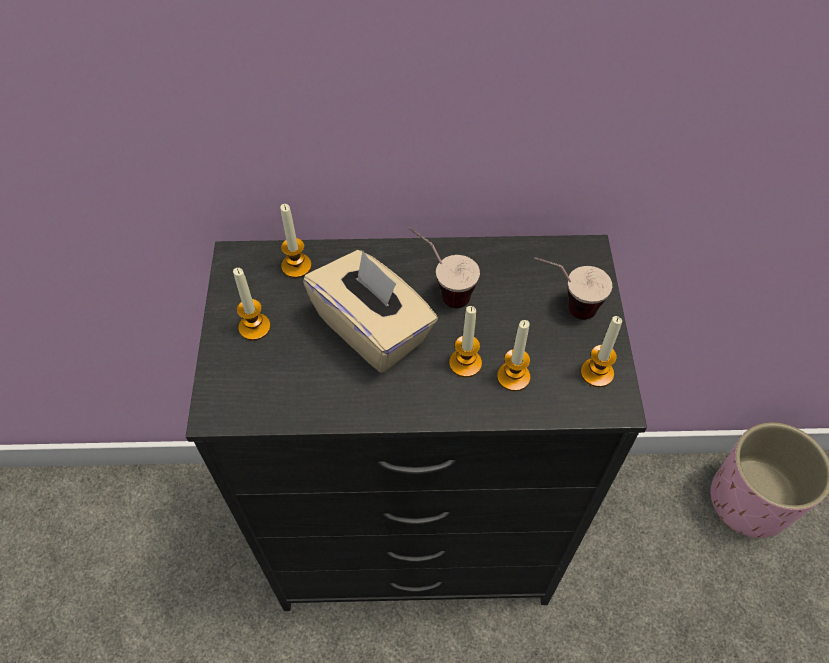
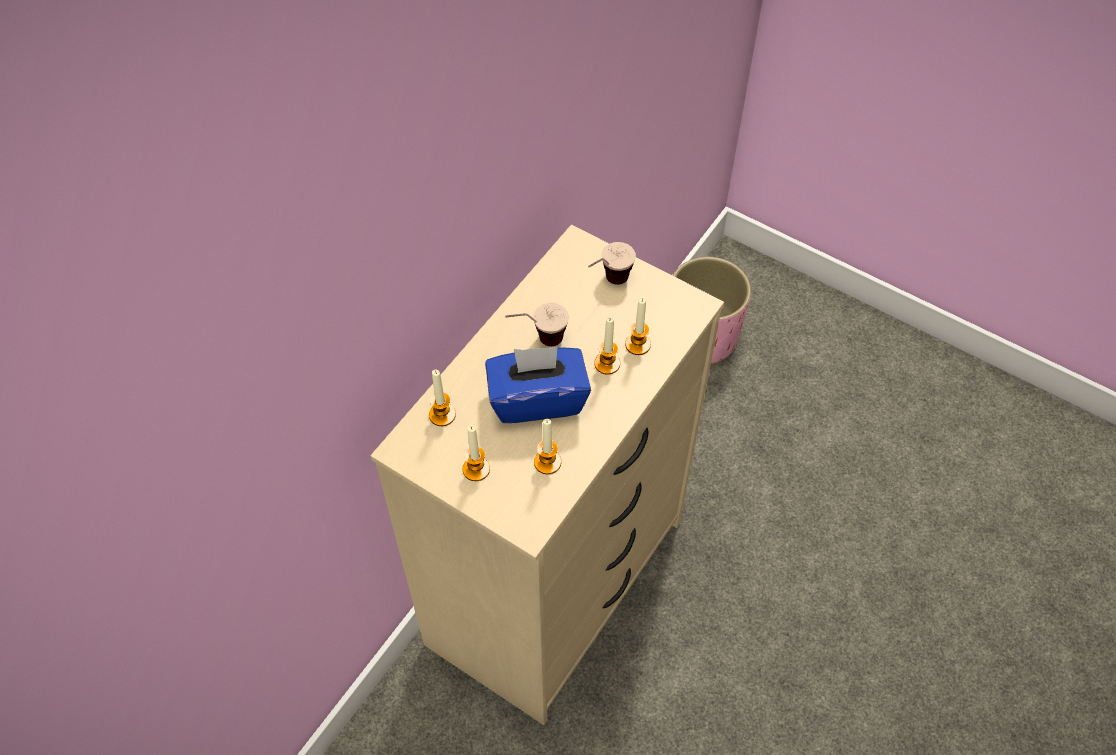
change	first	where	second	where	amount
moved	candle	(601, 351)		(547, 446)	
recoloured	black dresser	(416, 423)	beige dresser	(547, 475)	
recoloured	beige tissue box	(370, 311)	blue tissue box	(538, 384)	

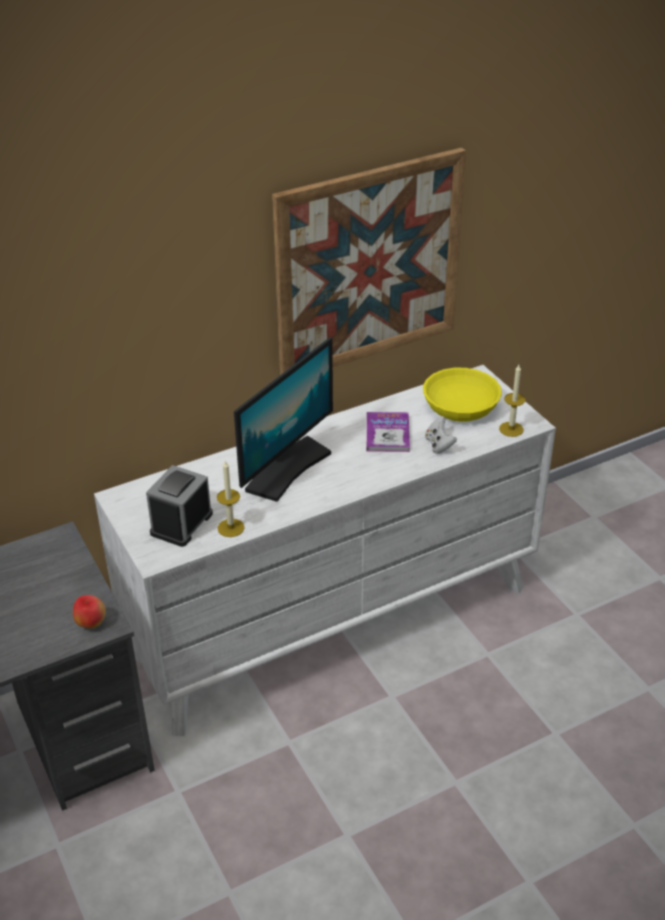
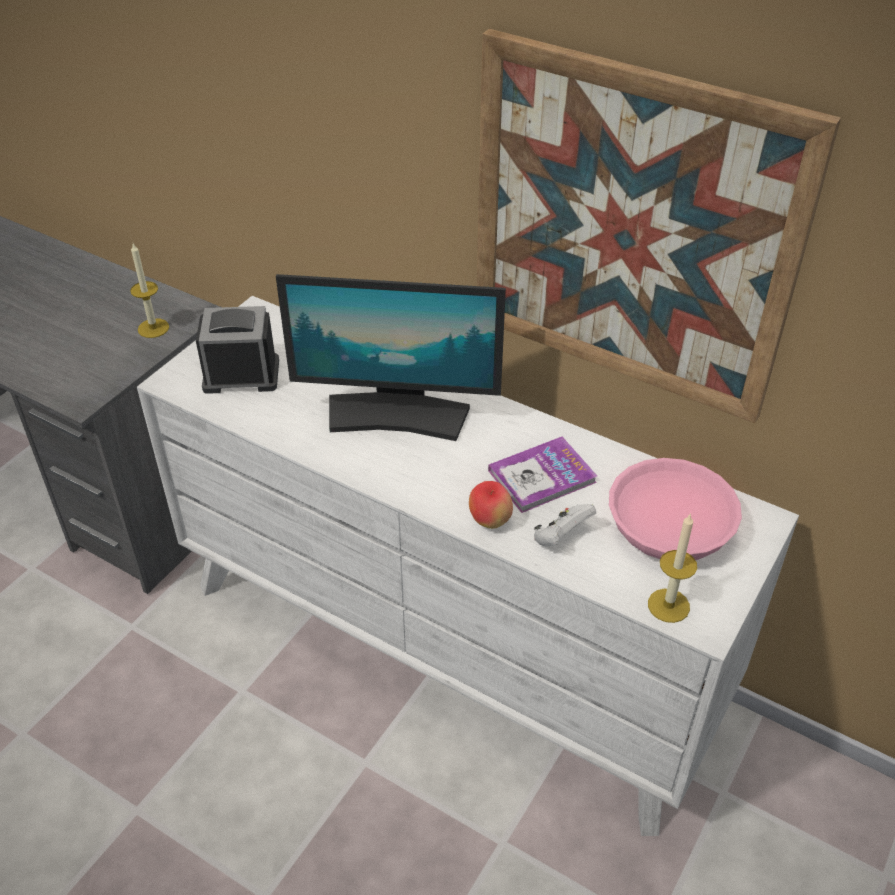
change	first	where	second	where	amount
moved	apple	(89, 611)		(491, 505)	
moved	candle	(231, 498)		(149, 291)	
recoloured	yellow bowl	(462, 395)	pink bowl	(675, 509)	

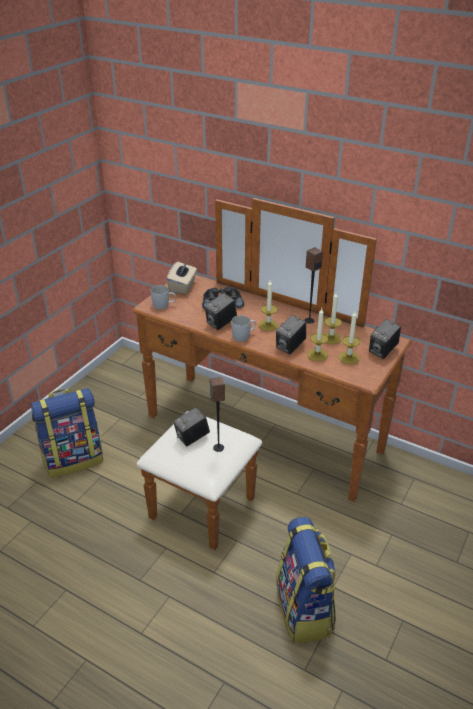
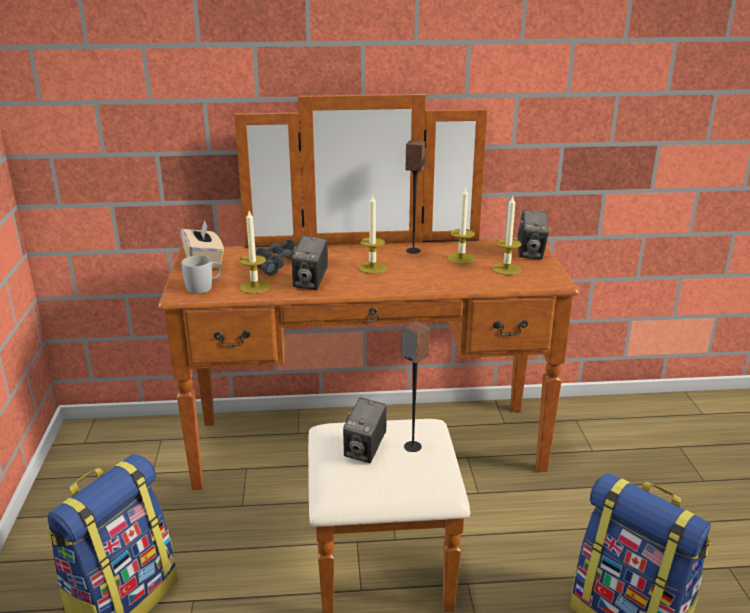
change	first	where	second	where	amount
removed	white mug	(243, 328)			
removed	photo camera	(291, 334)			
moved	candle	(317, 334)		(255, 252)	

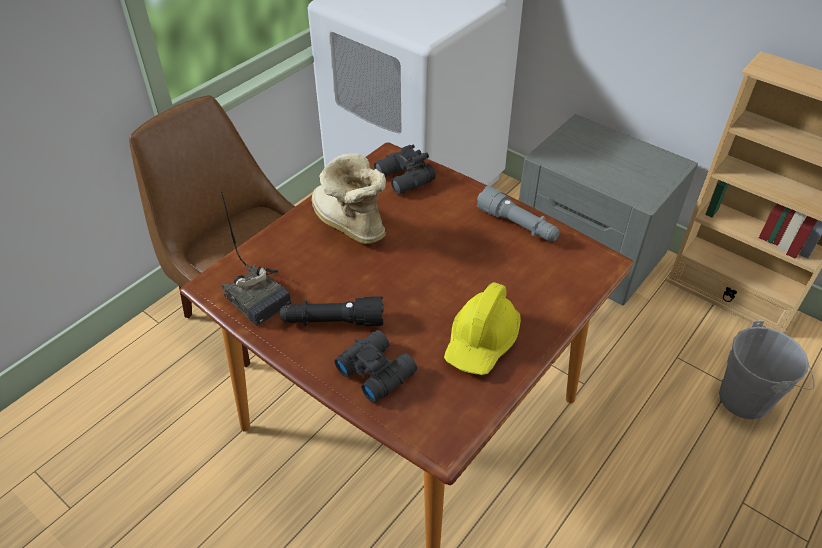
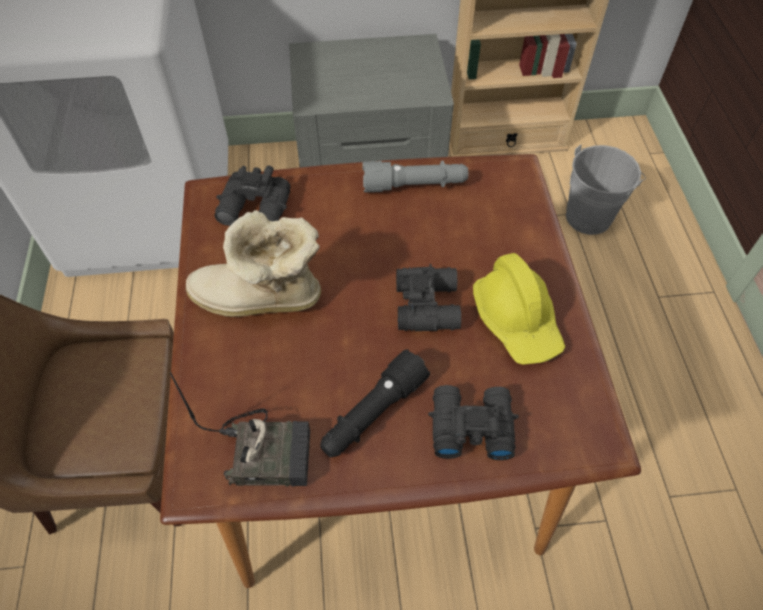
change	first	where	second	where	amount
added			black binoculars	(428, 297)	

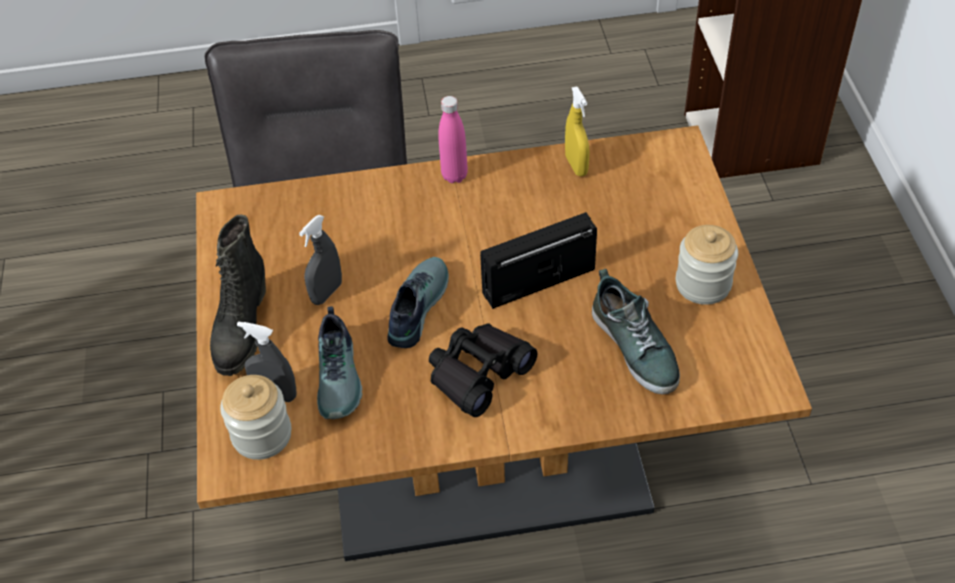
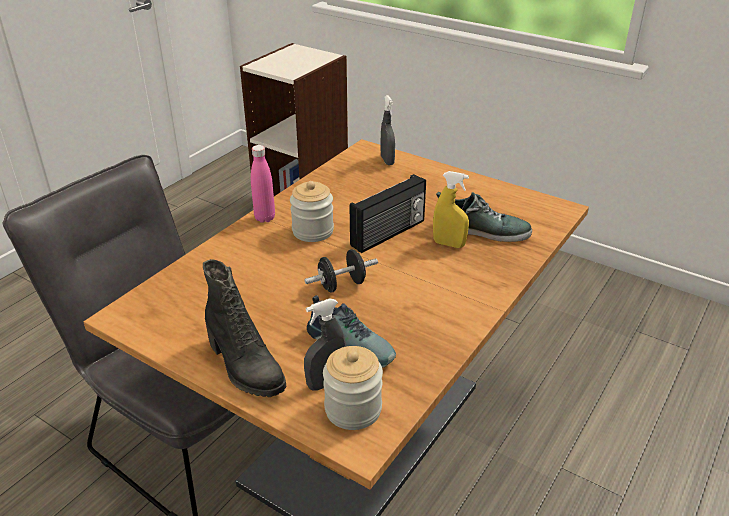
change	first	where	second	where	amount
removed	black binoculars	(483, 370)			
moved	grey spray bottle	(320, 260)		(388, 130)	
moved	yellow spray bottle	(577, 131)		(451, 209)	
moved	jar	(707, 265)		(312, 211)	
replaced	shoe	(418, 302)	black dumbbell	(341, 270)	
turned	radio	(538, 260)		(388, 213)	150 degrees counterclockwise

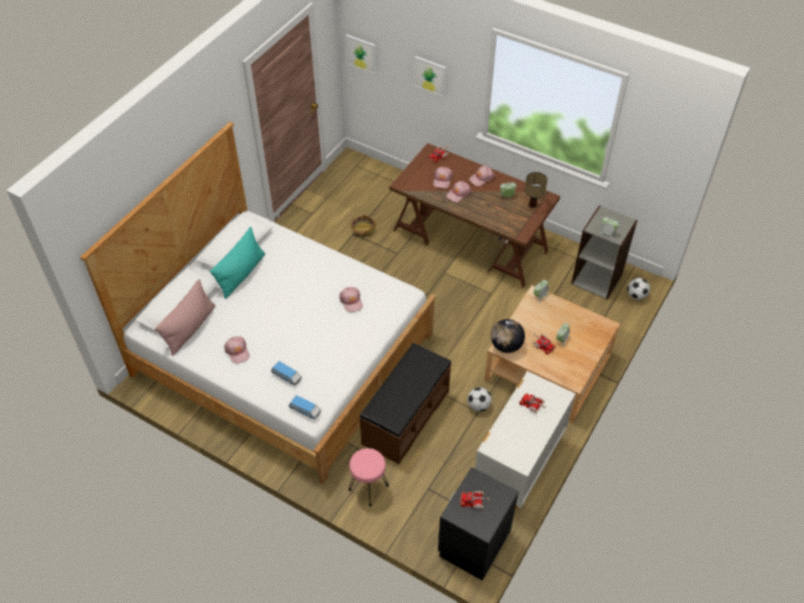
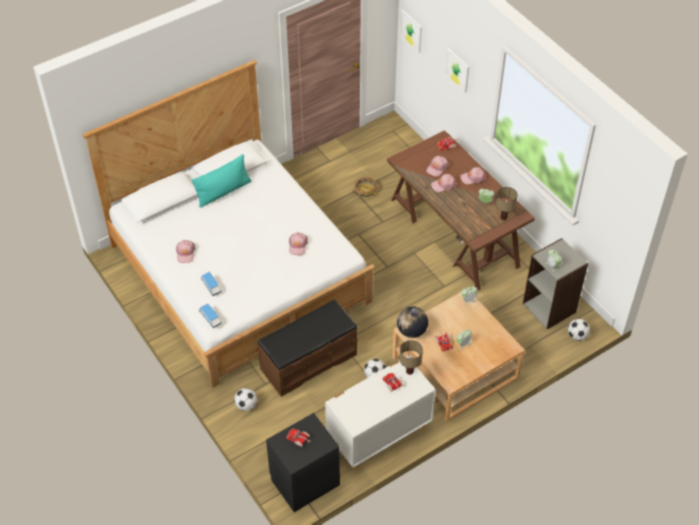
change	first	where	second	where	amount
removed	pink pillow	(185, 317)			
added			table lamp	(411, 357)	
replaced	pink stool	(368, 477)	football	(245, 399)	

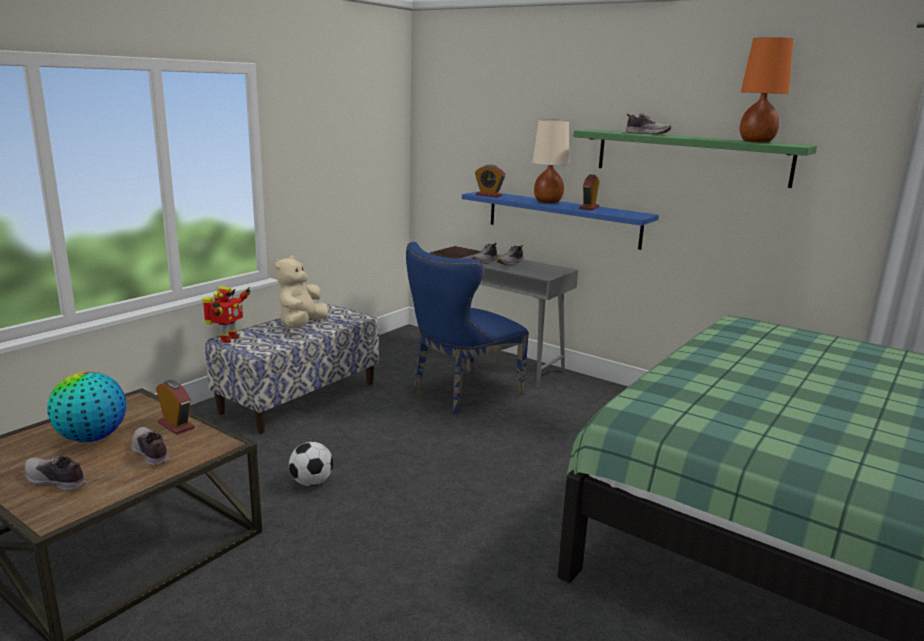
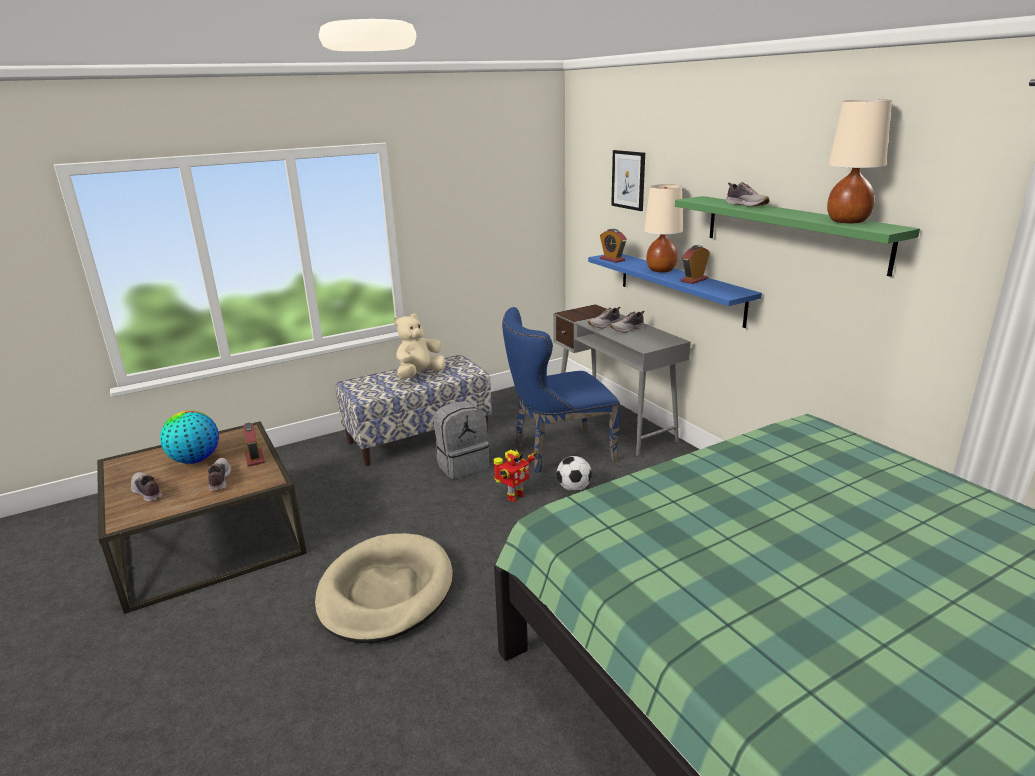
change	first	where	second	where	amount
added			beige dog bed	(384, 588)	
added			grey backpack	(461, 440)	
added			picture	(628, 180)	
moved	toy robot	(226, 314)		(516, 475)	
moved	football	(311, 464)		(574, 473)	
recoloured	orange table lamp	(766, 89)	beige table lamp	(859, 161)	

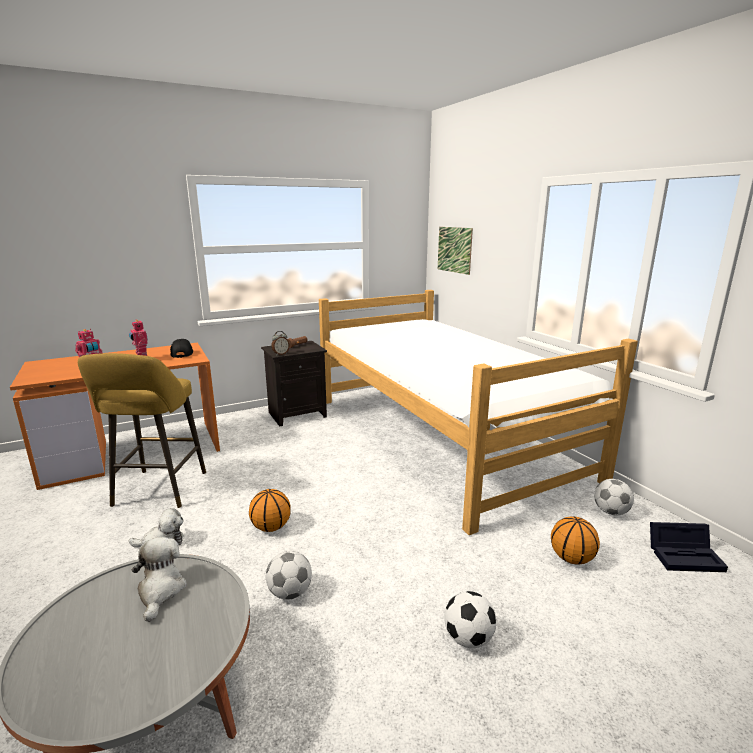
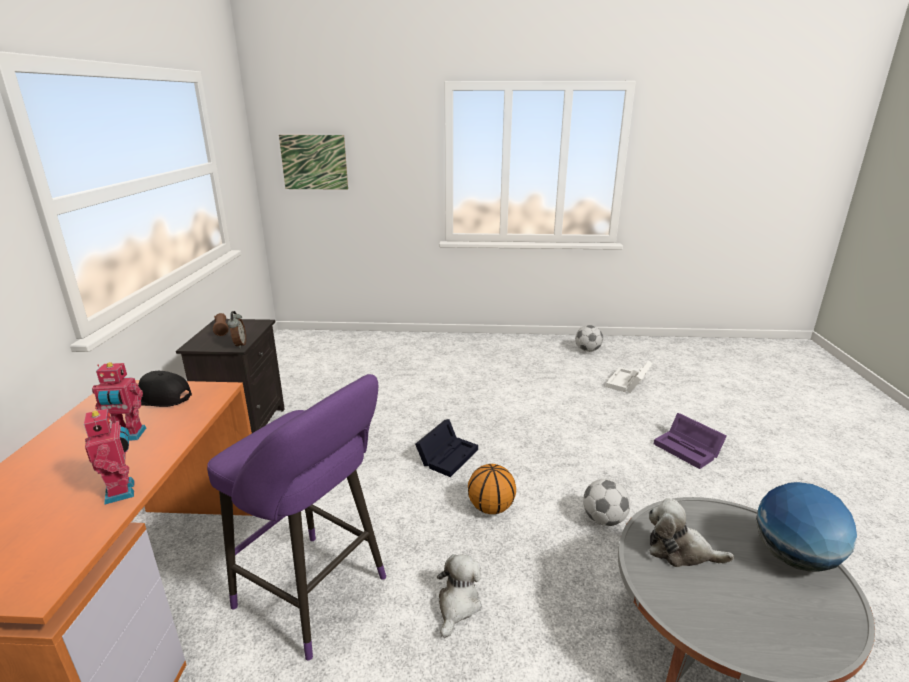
change	first	where	second	where	amount
removed	bed	(478, 412)			
added			globe	(806, 527)	
moved	black storage box	(689, 547)		(446, 448)	
replaced	football	(470, 619)	purple storage box	(690, 441)	
replaced	basketball	(575, 540)	white storage box	(629, 376)	
recoloured	yellow stool	(142, 430)	purple stool	(296, 517)	

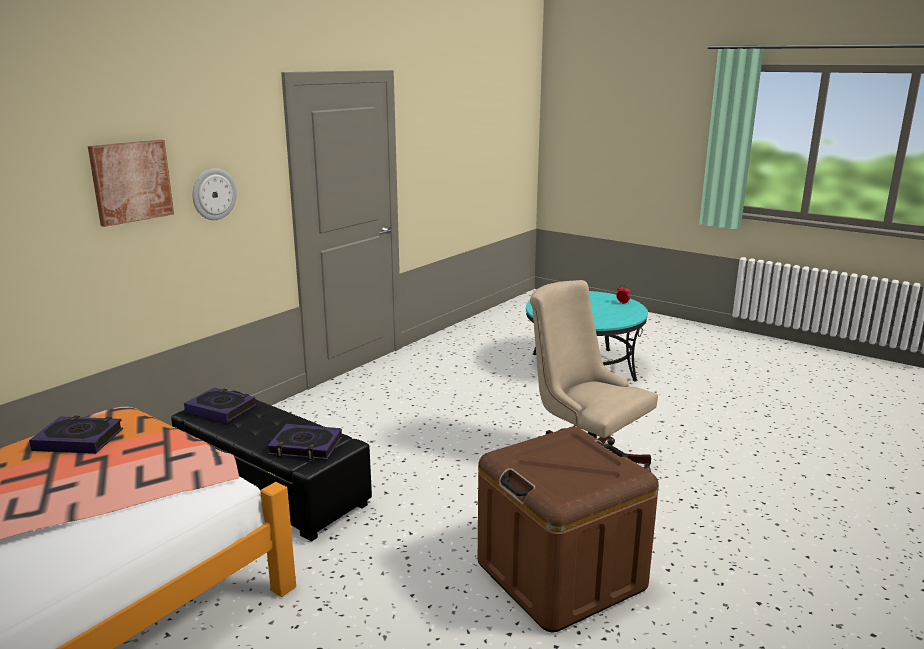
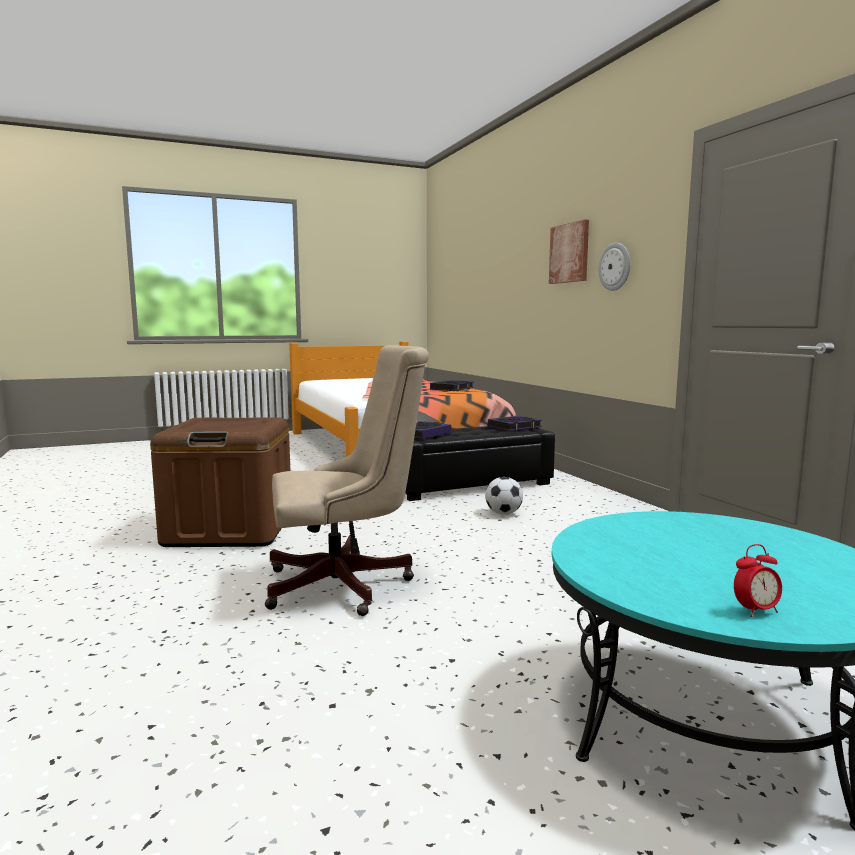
change	first	where	second	where	amount
added			football	(504, 496)	

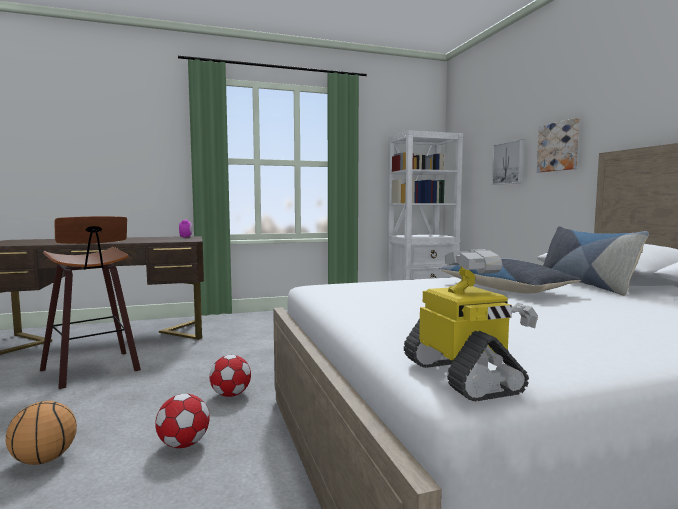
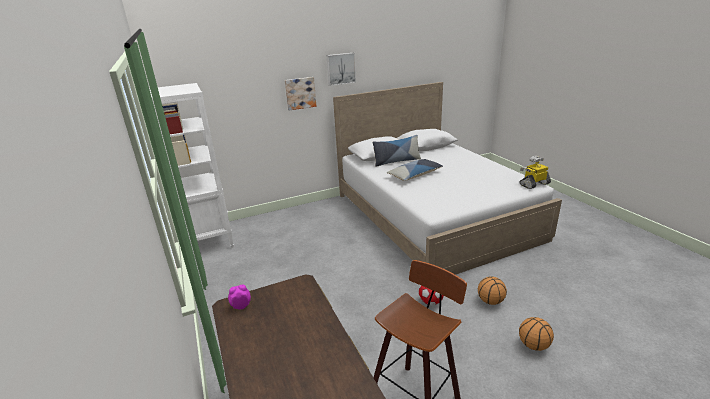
change	first	where	second	where	amount
moved	picture	(508, 162)		(341, 69)	
replaced	football	(182, 421)	basketball	(492, 290)	

